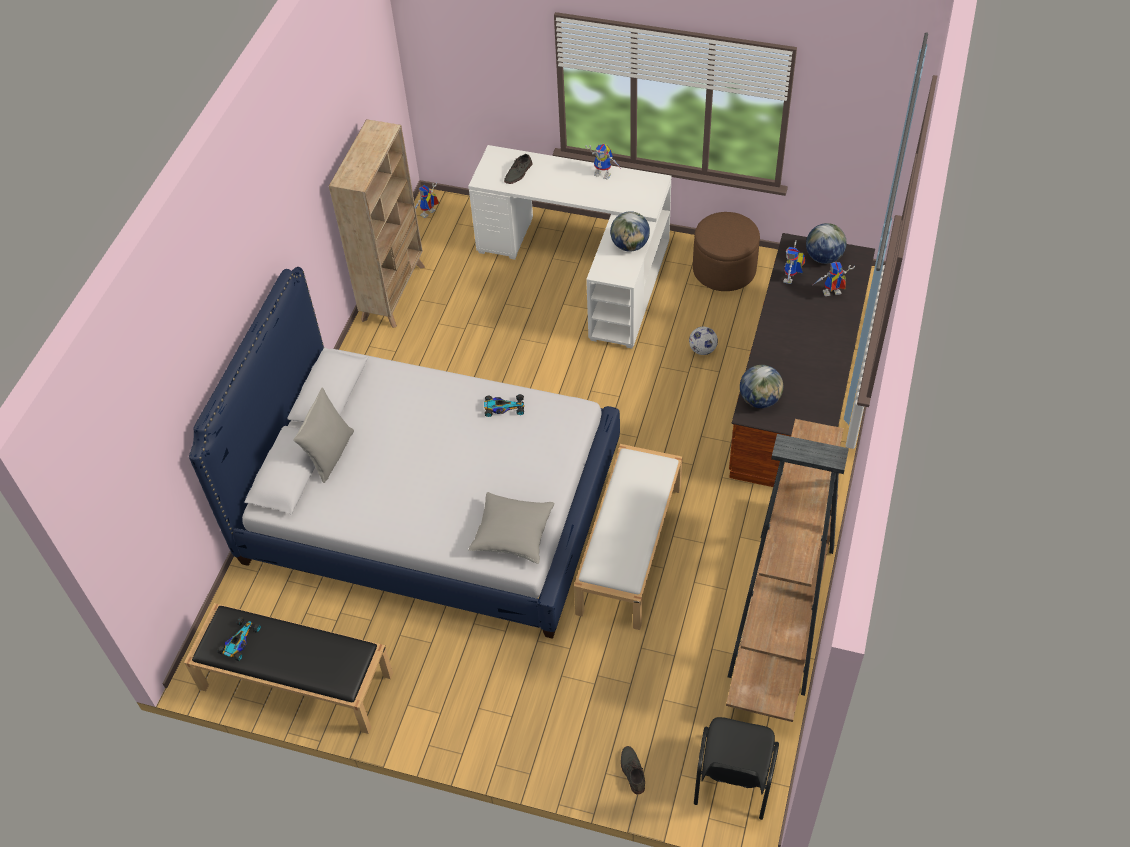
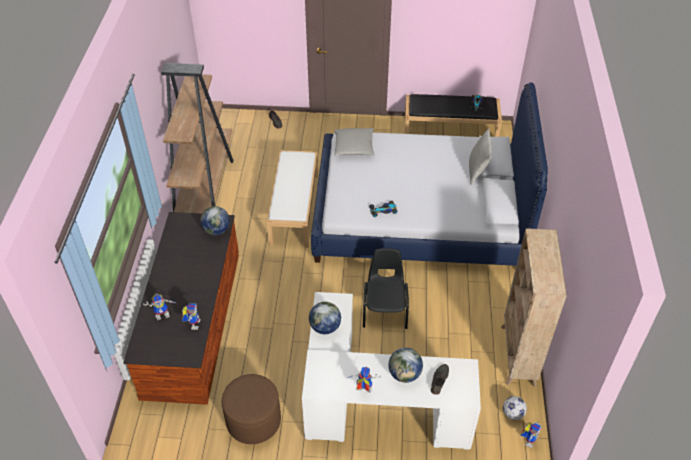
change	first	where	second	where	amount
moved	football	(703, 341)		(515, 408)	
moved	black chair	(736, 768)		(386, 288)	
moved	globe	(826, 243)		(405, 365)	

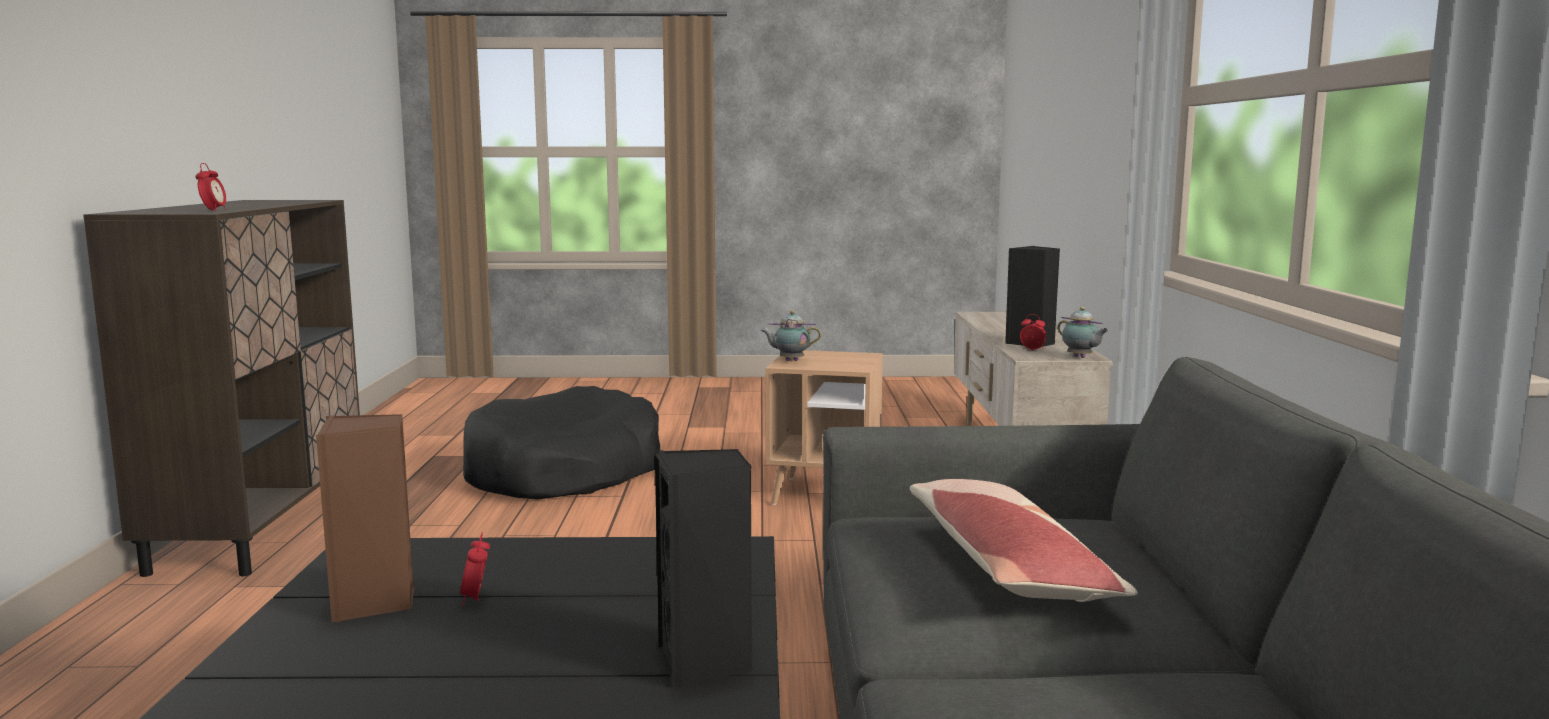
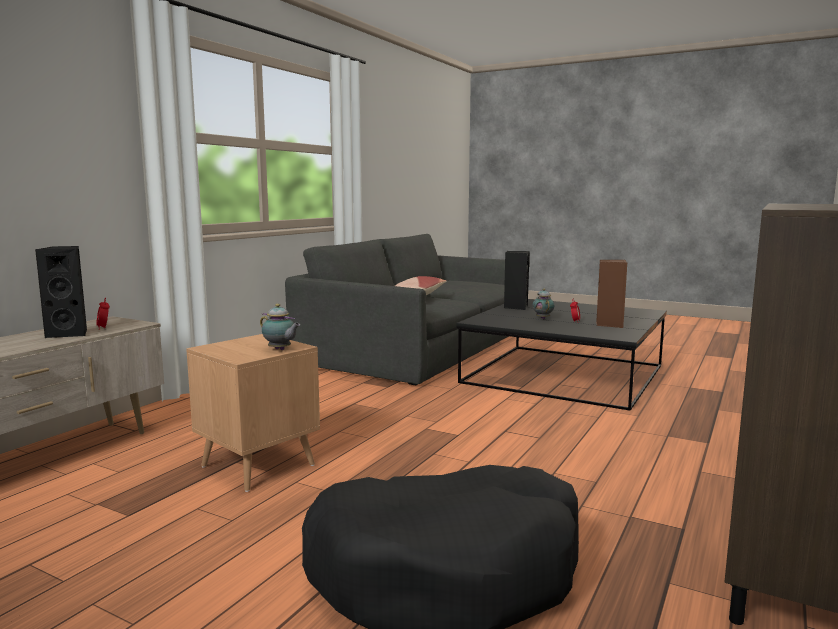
change	first	where	second	where	amount
removed	alarm clock	(211, 187)			
moved	teapot	(1083, 332)		(543, 304)	

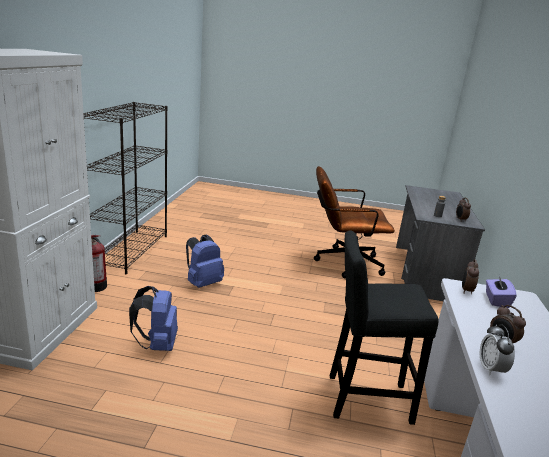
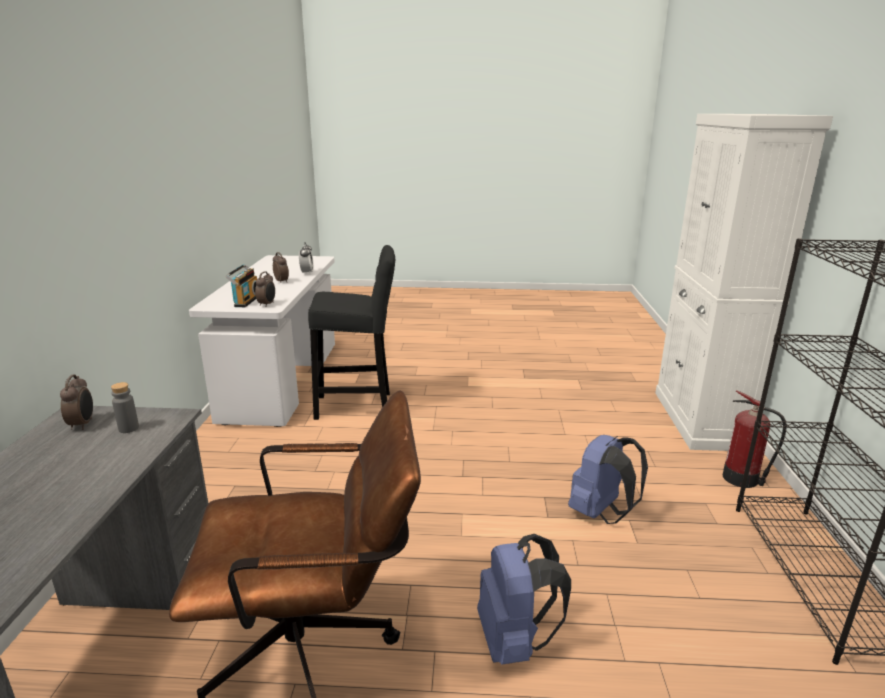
change	first	where	second	where	amount
moved	blue backpack	(153, 318)		(524, 599)	
replaced	purple tissue box	(501, 292)	radio	(241, 285)	

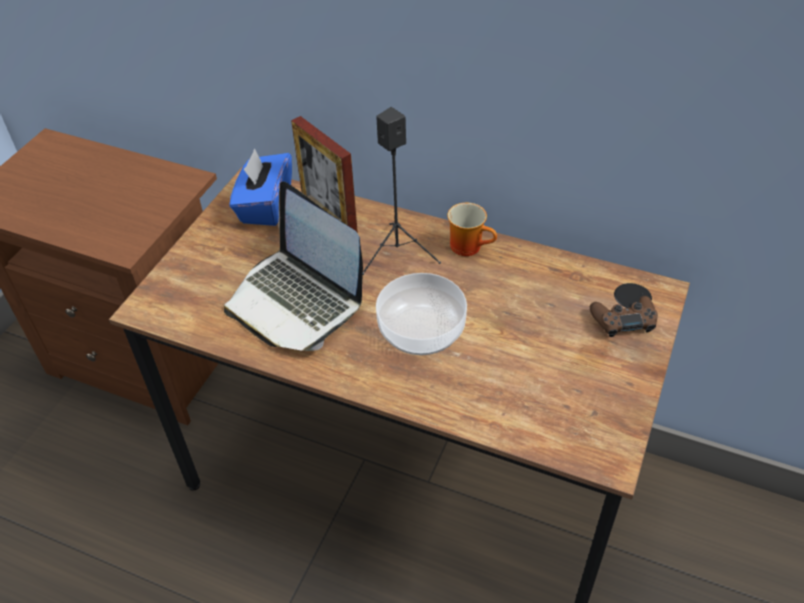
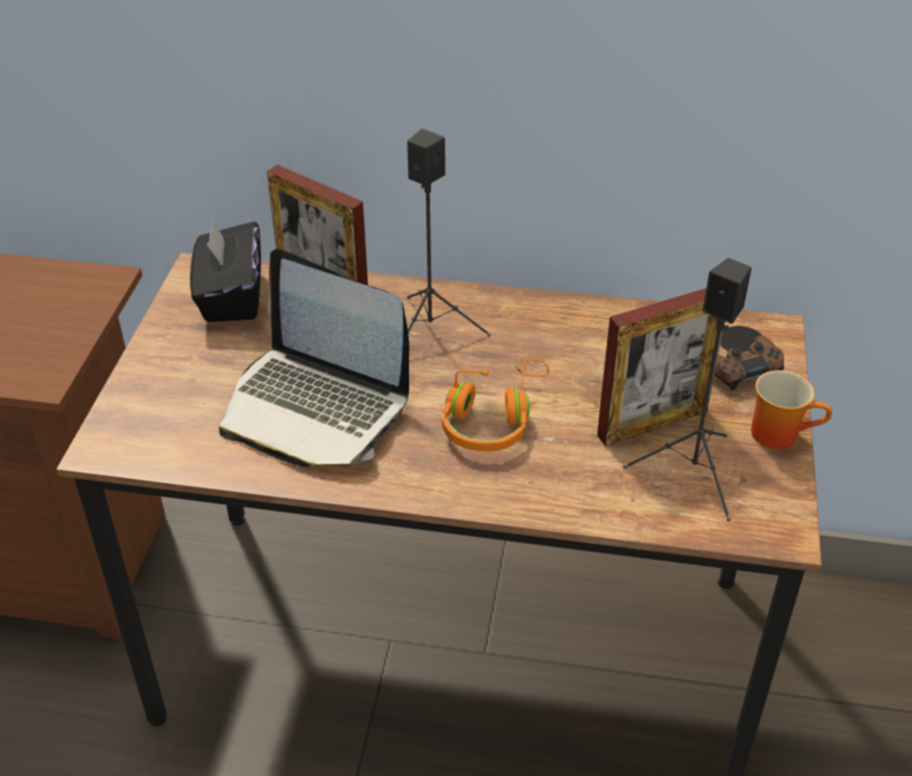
change	first	where	second	where	amount
added			picture frame	(660, 367)	
added			black speaker	(687, 390)	
moved	mug	(472, 229)		(791, 409)	
replaced	bowl	(421, 314)	orange headphones	(495, 405)	
recoloured	blue tissue box	(260, 187)	black tissue box	(225, 270)	

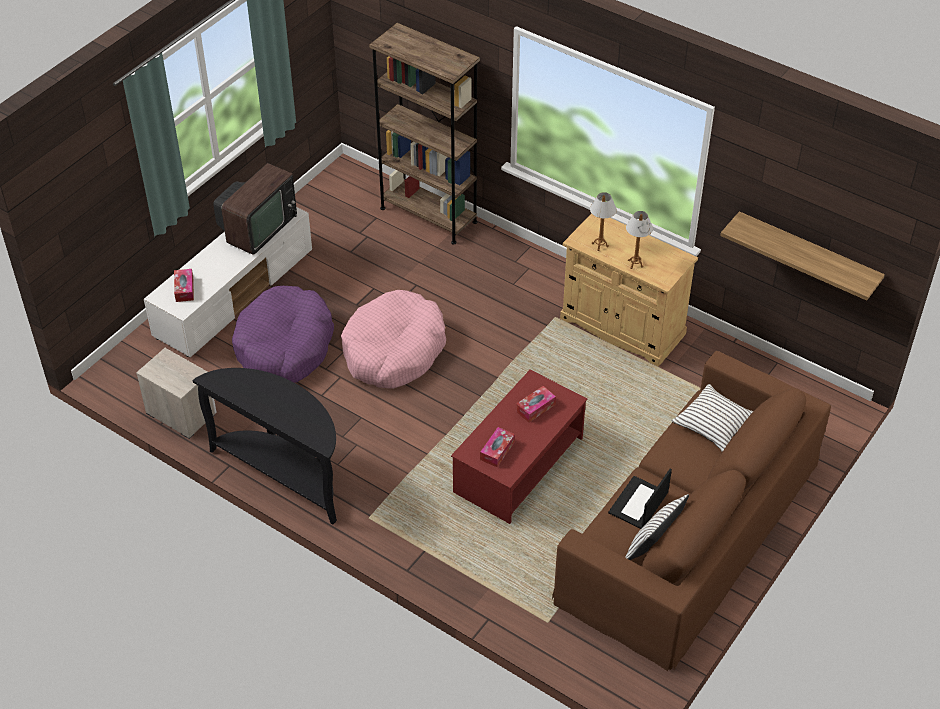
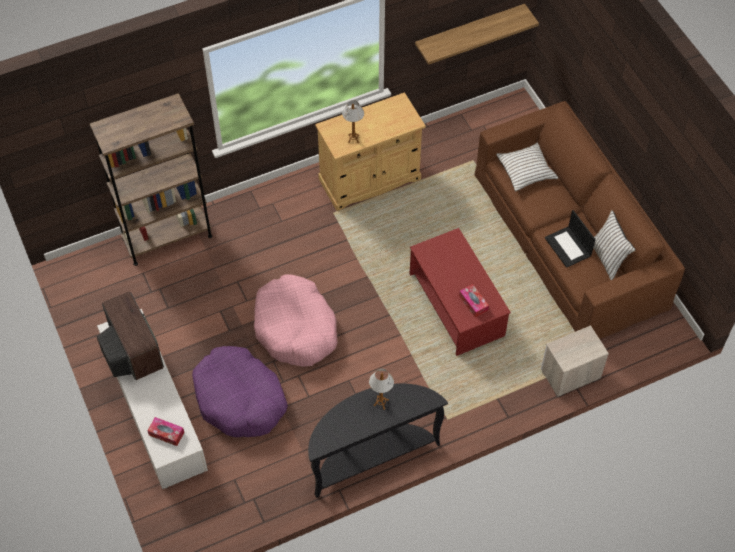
change	first	where	second	where	amount
removed	tissue box	(536, 404)			
moved	nightstand	(176, 393)		(575, 361)	
moved	table lamp	(639, 240)		(381, 389)	

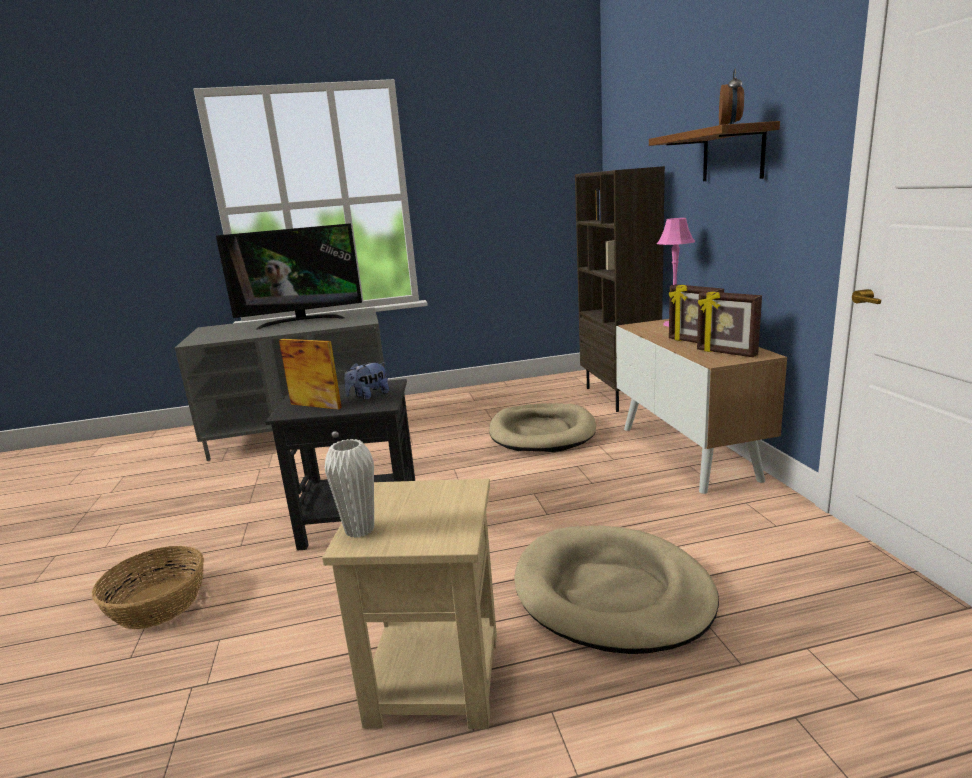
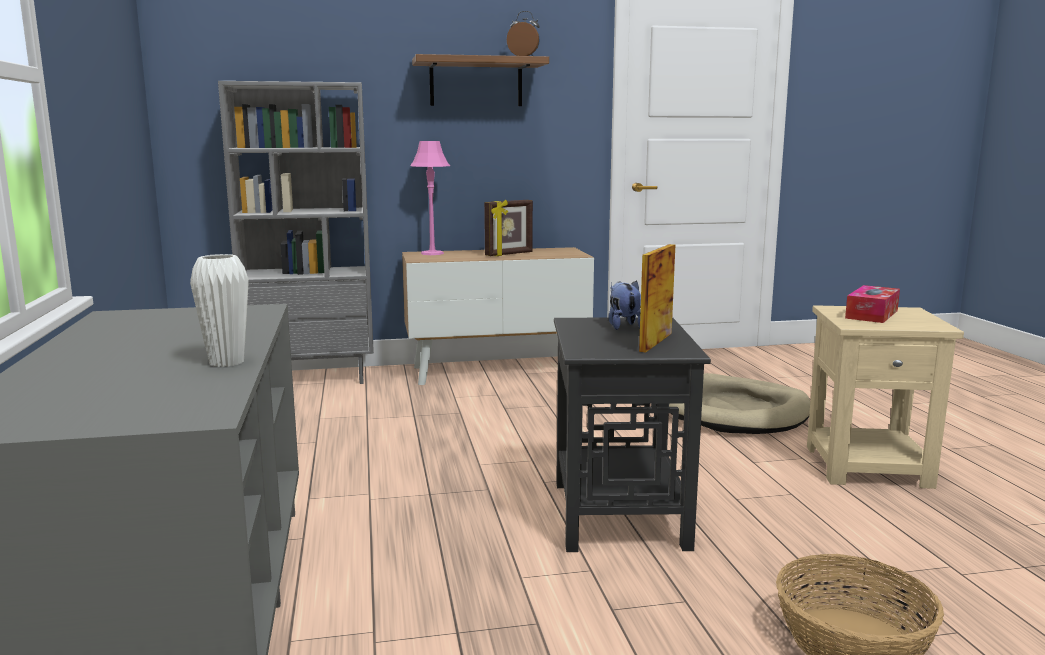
change	first	where	second	where	amount
removed	television	(289, 276)			
removed	beige dog bed	(542, 427)			
removed	picture frame	(729, 324)			
added			tissue box	(872, 304)	
moved	white vase	(349, 488)		(219, 310)	
recoloured	brown bookcase	(620, 289)	grey bookcase	(296, 232)	
turned	plush toy	(366, 381)		(624, 305)	150 degrees counterclockwise

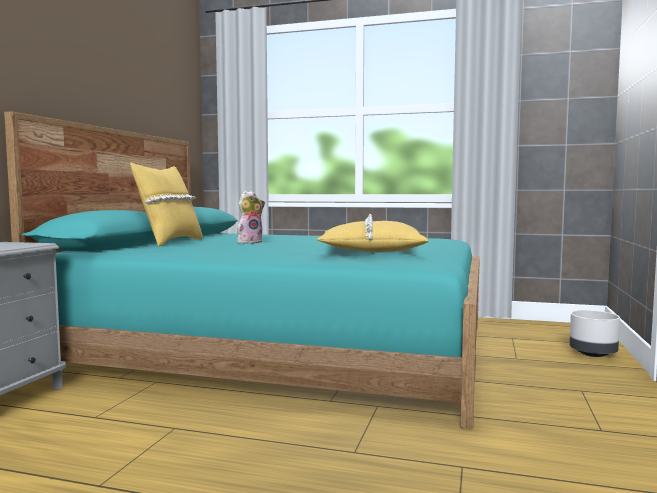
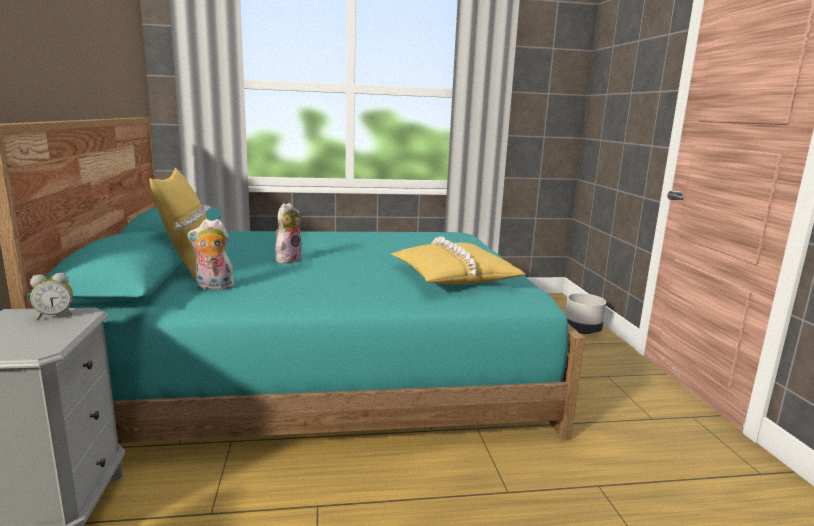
change	first	where	second	where	amount
added			alarm clock	(51, 296)	
added			plush toy	(210, 254)	

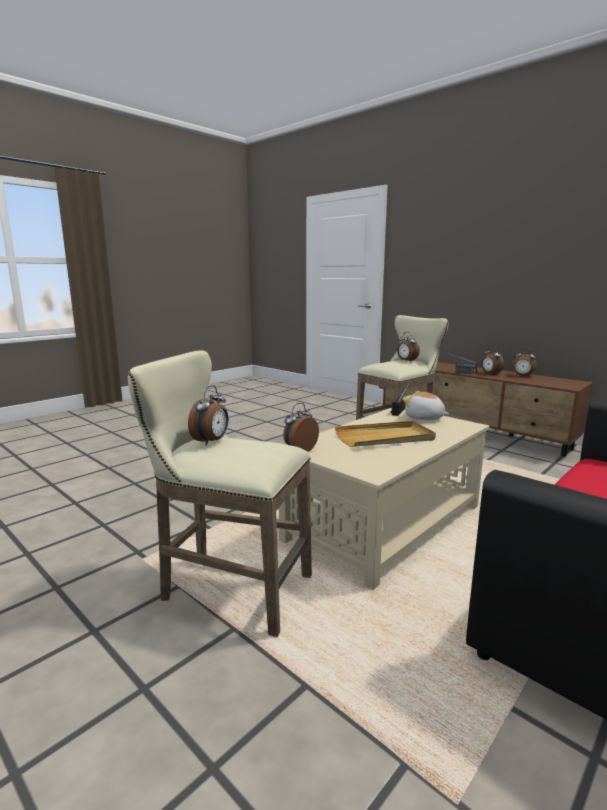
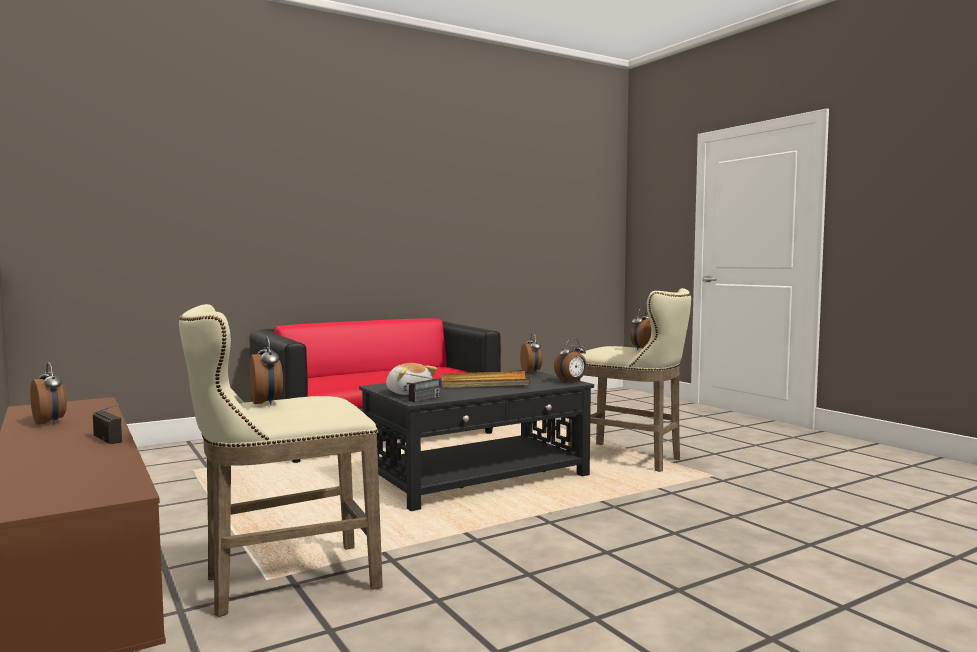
change	first	where	second	where	amount
moved	alarm clock	(492, 360)		(531, 353)	
recoloured	beige coffee table	(384, 499)	black coffee table	(476, 440)	

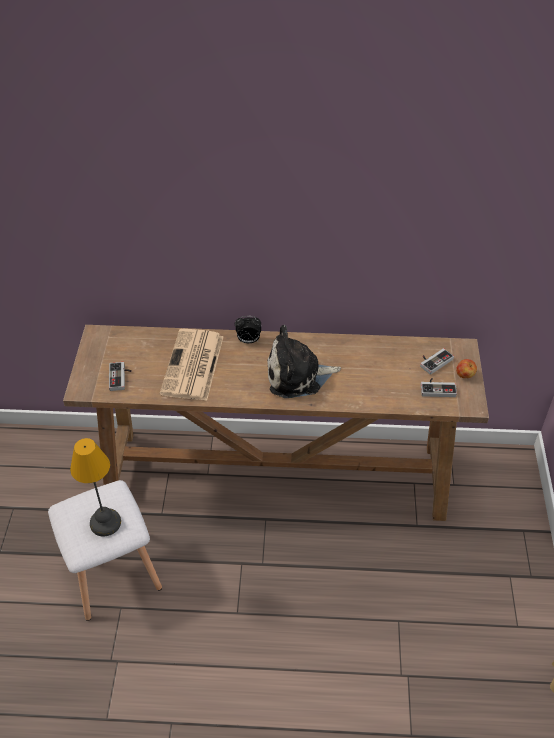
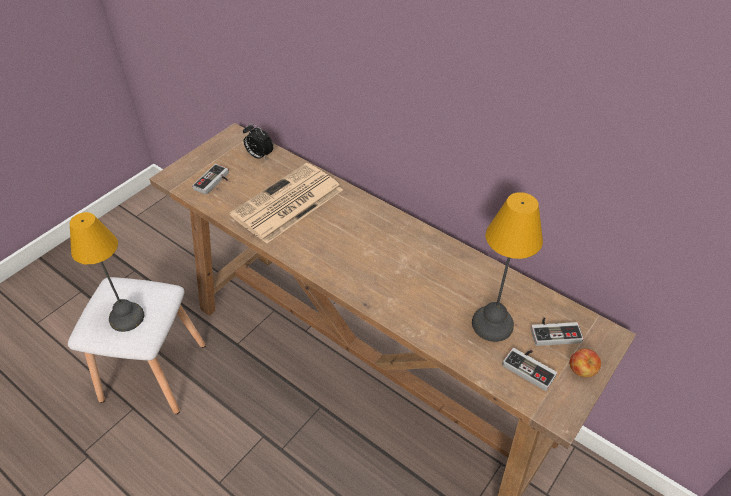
change	first	where	second	where	amount
removed	plush toy	(304, 361)			
added			table lamp	(507, 267)	
moved	alarm clock	(248, 329)		(258, 142)	

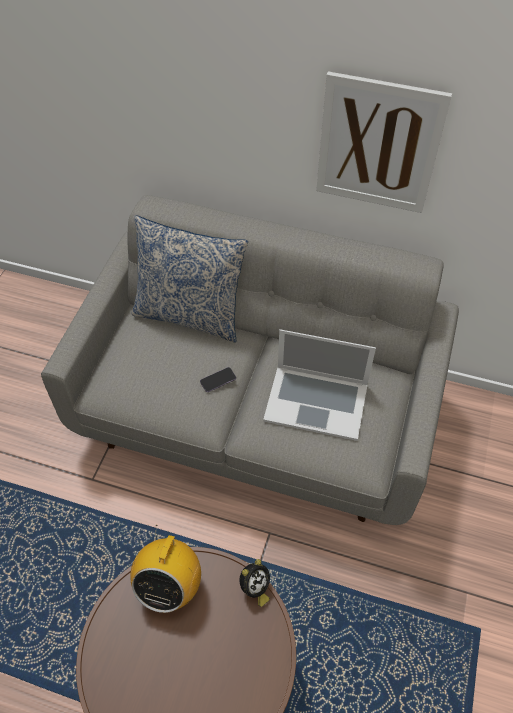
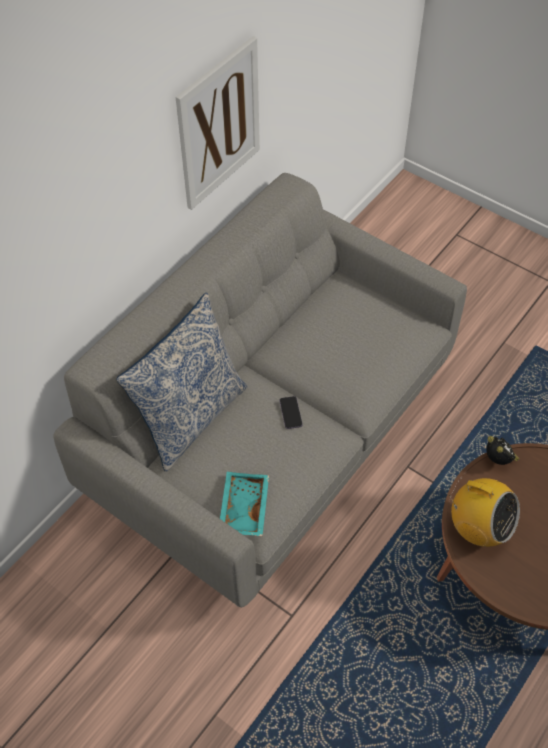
change	first	where	second	where	amount
removed	laptop	(319, 385)			
added			turquoise tray	(244, 504)	

